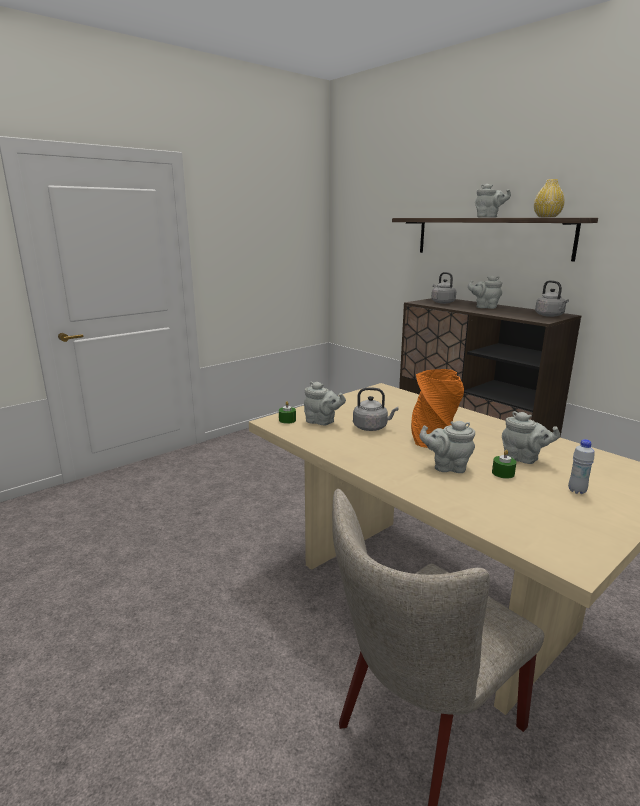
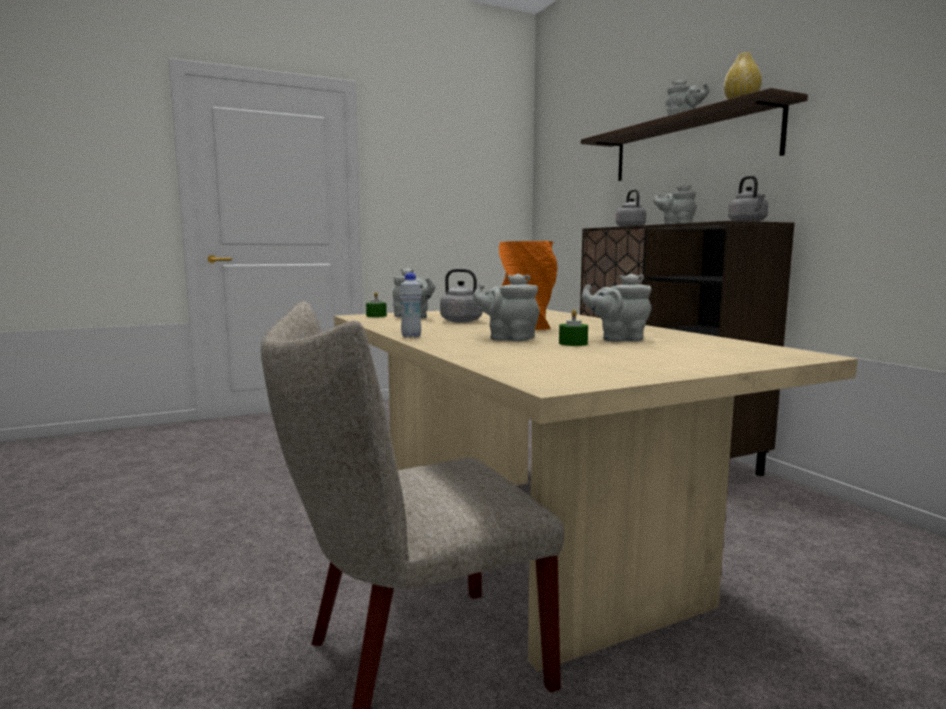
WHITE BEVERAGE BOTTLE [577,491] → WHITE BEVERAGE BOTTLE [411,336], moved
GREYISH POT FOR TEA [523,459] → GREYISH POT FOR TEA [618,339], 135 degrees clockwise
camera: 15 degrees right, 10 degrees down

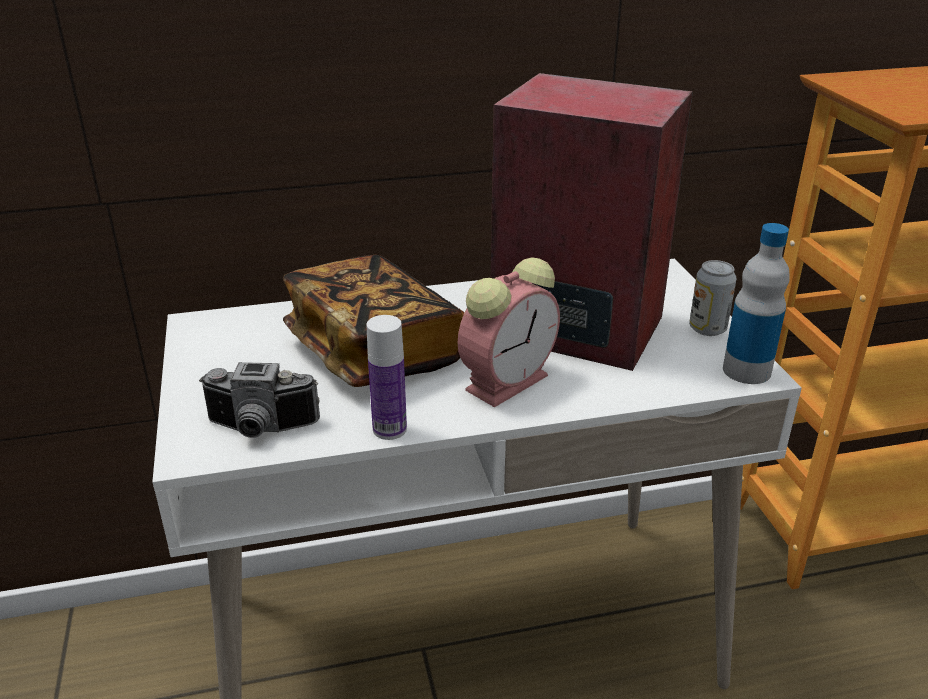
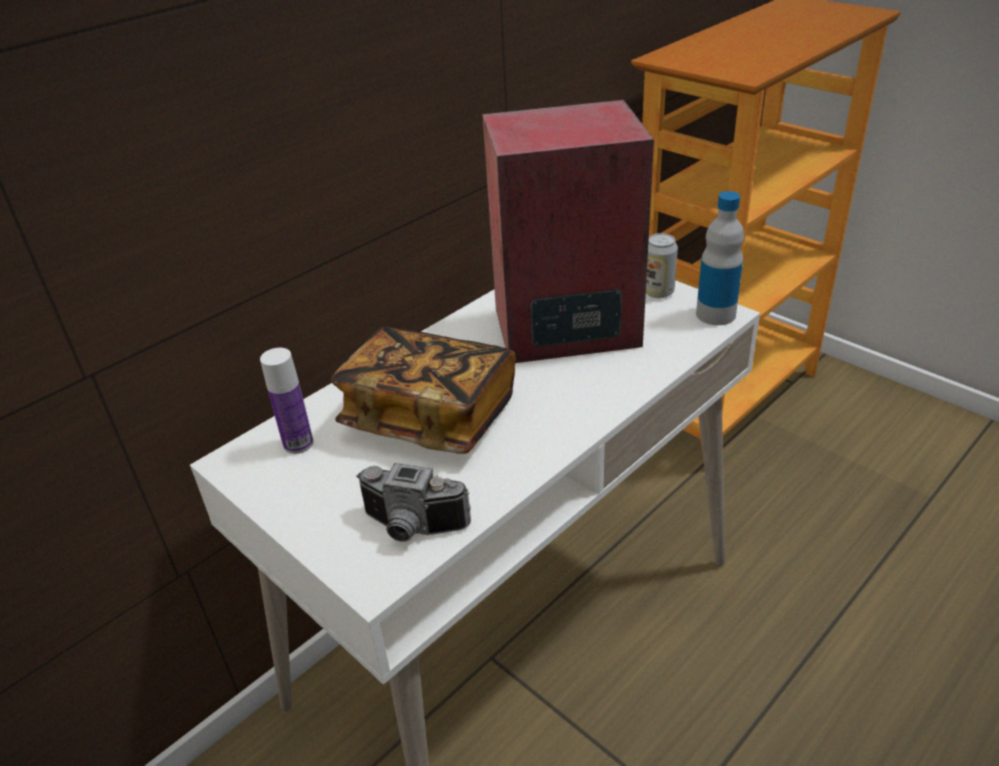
BEVERAGE BOTTLE [389,429] → BEVERAGE BOTTLE [298,444], moved
PHOTO CAMERA [260,429] → PHOTO CAMERA [411,529], 45 degrees clockwise
BEDSIDE CLOCK [508,381] → -
camera: 30 degrees left, 5 degrees up

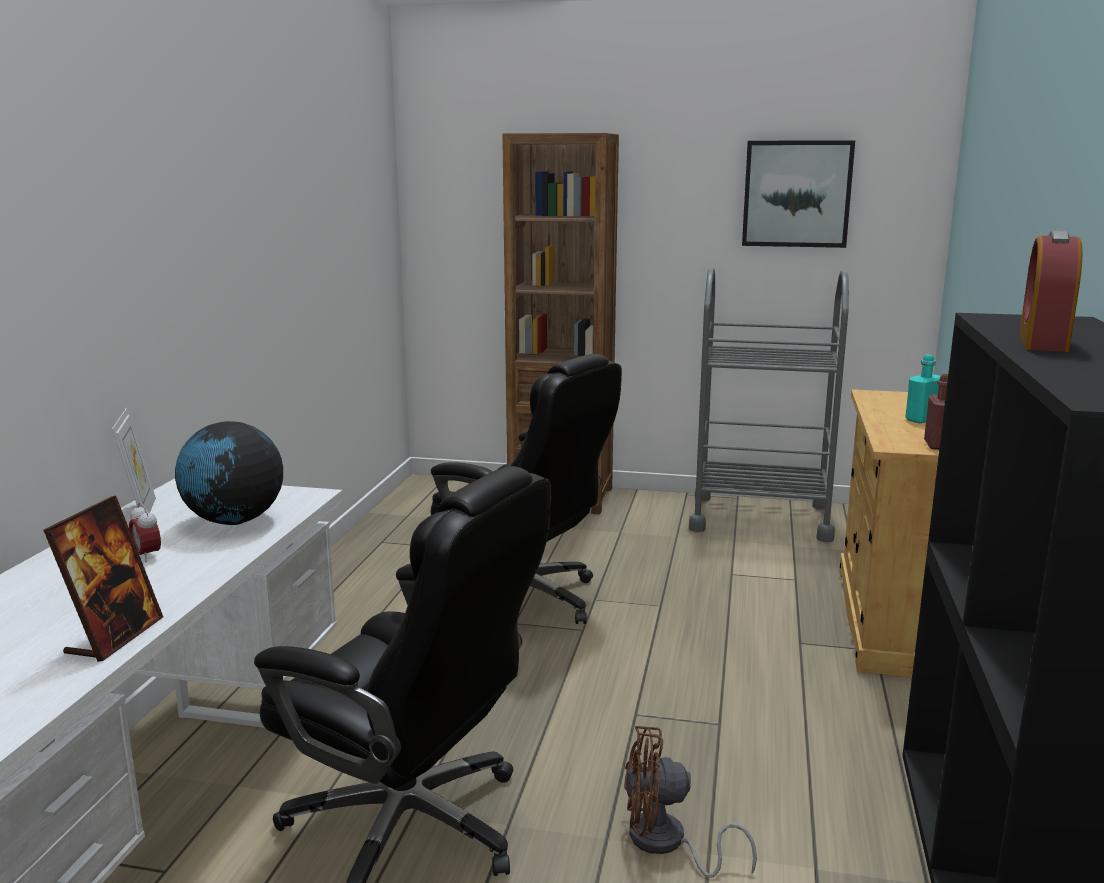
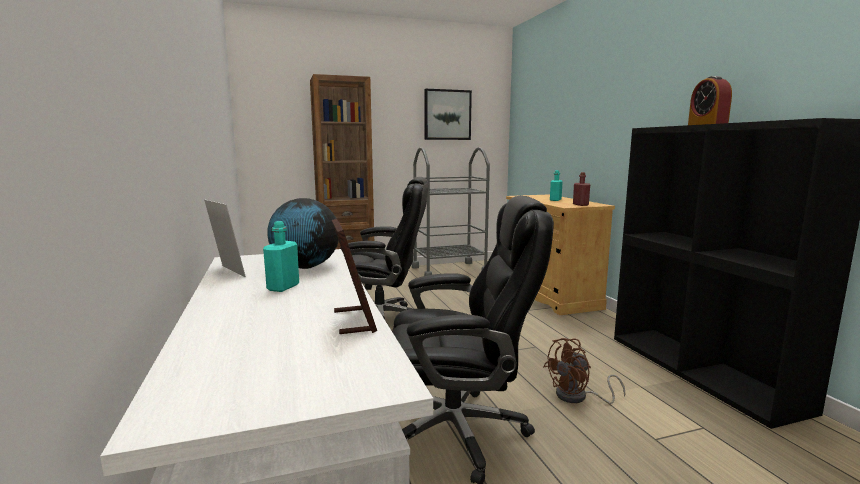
BEDSIDE CLOCK [147,556] → TURQUOISE BEVERAGE BOTTLE [283,287]
camera: 30 degrees left, 5 degrees down

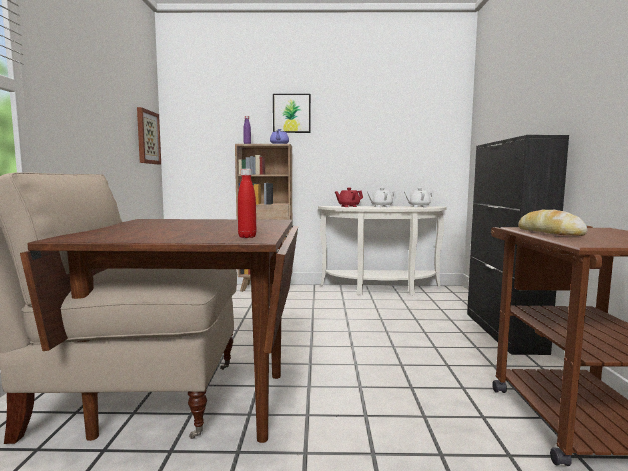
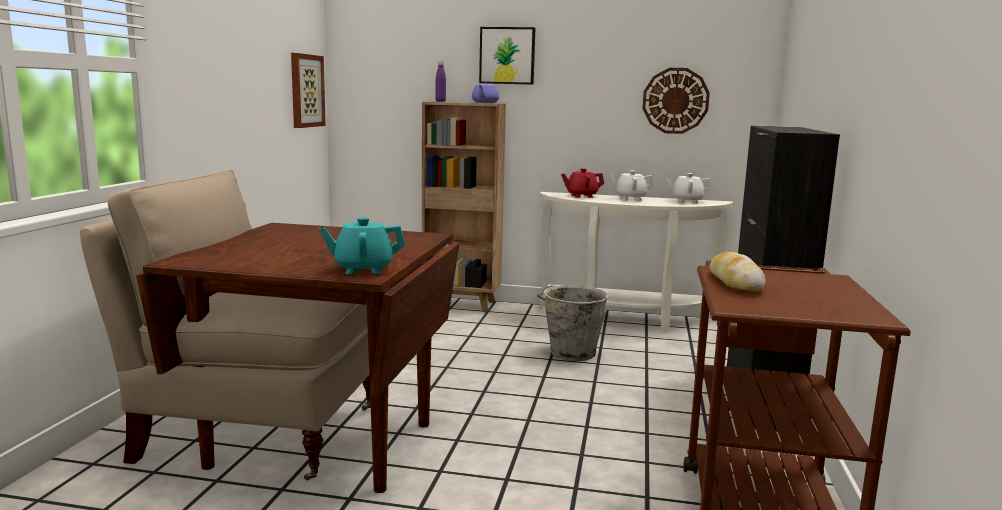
RED BEVERAGE BOTTLE [247,237] → TURQUOISE POT FOR TEA [363,269]
- → GREYISH BUCKET [570,353]
- → WALL CLOCK [675,100]
camera: 10 degrees right, 5 degrees up

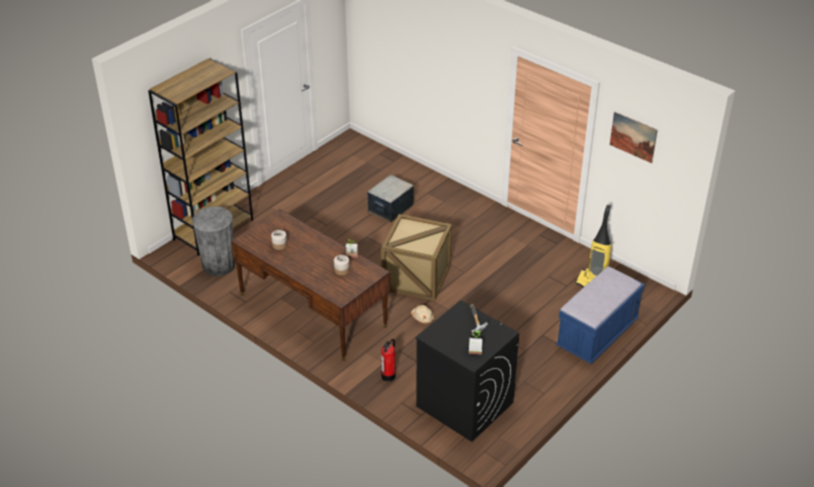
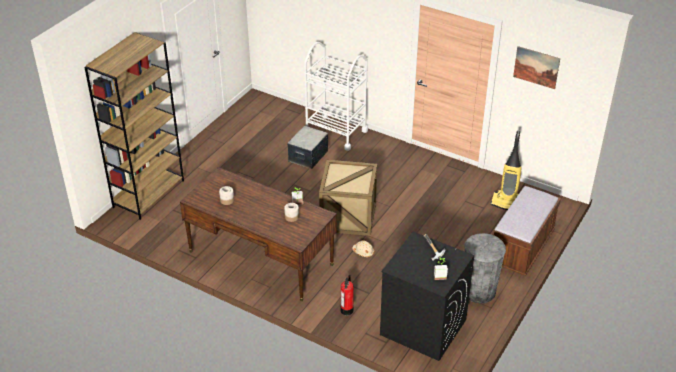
- → WHITE CART [336,132]
GREYISH WASTE BIN [218,265] → GREYISH WASTE BIN [479,291], moved
BLUE BENCH [597,335] → BROWN-COLOURED BENCH [522,248]
camera: 10 degrees left, 0 degrees up

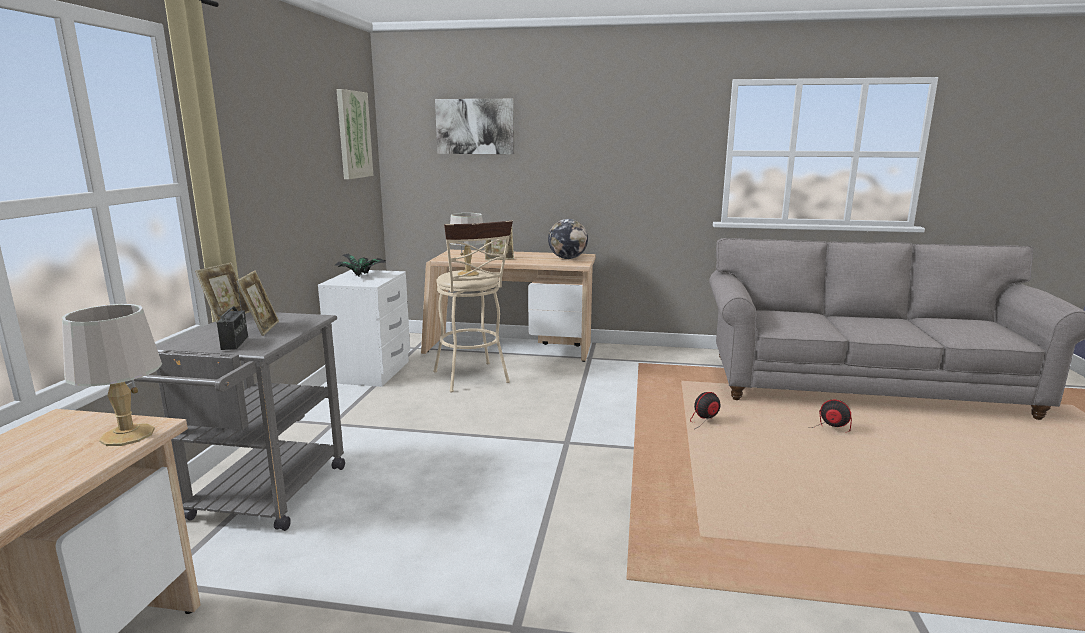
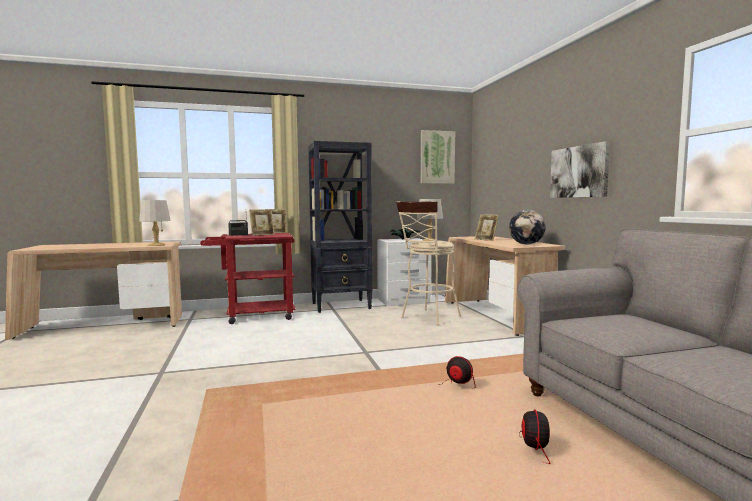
GREYISH CART [261,499] → RED CART [253,316]
- → BLACKISH BOOKCASE [341,306]
WALL PICTURE [475,126] → WALL PICTURE [579,172], moved
camera: 65 degrees right, 10 degrees down

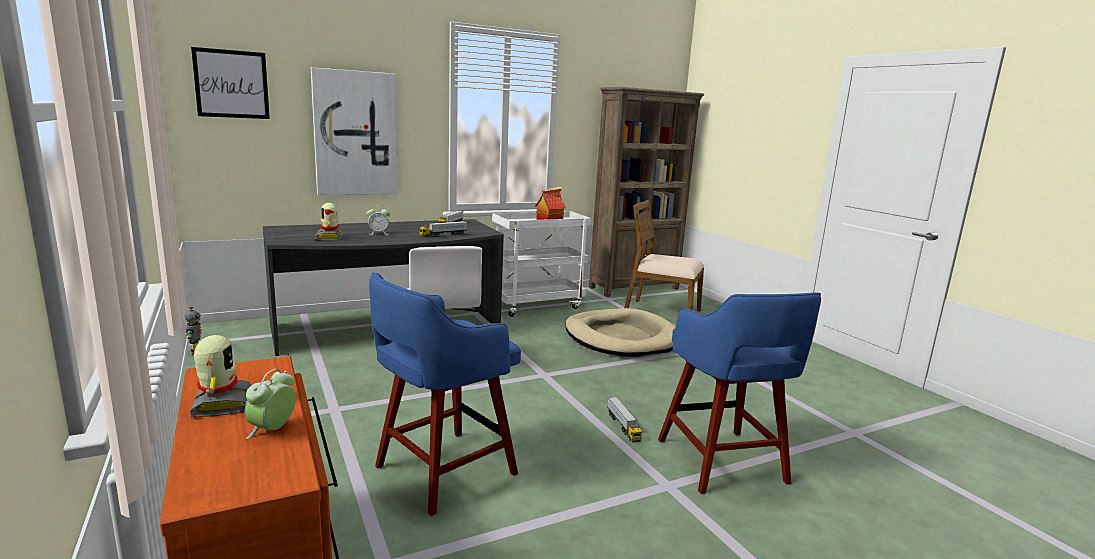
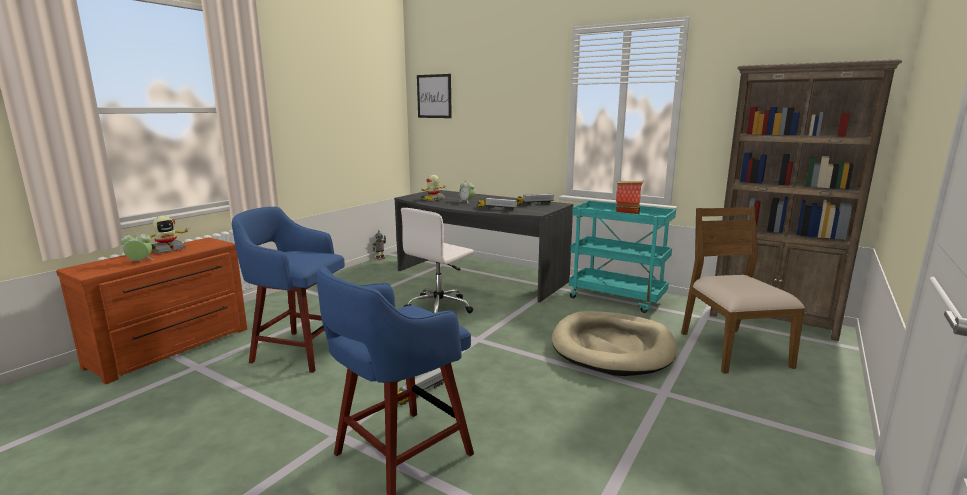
WHITE CART [537,305] → TURQUOISE CART [617,298]
WALL PICTURE [355,133] → -
camera: 60 degrees right, 0 degrees up

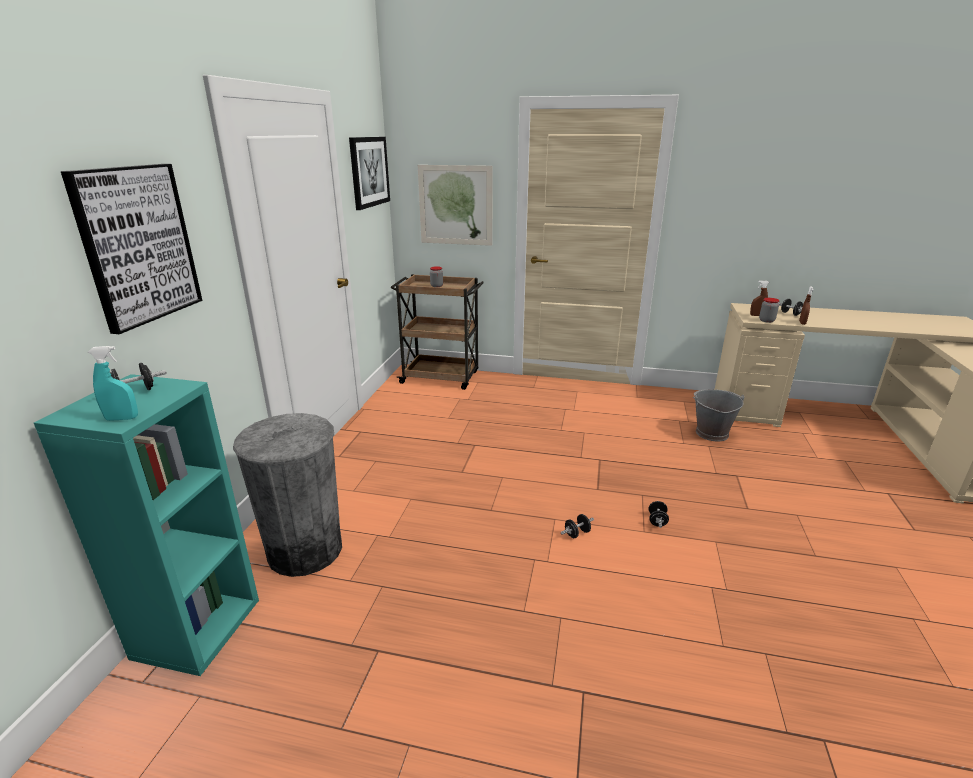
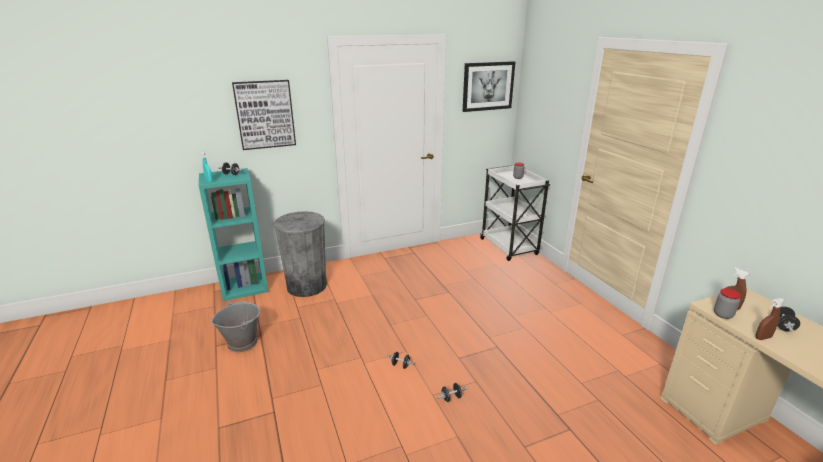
GREYISH BUCKET [711,433] → GREYISH BUCKET [242,342], moved
BROWN-COLOURED CART [441,378] → WHITE CART [509,247]
WALL PICTURE [455,205] → -
camera: 55 degrees right, 0 degrees up

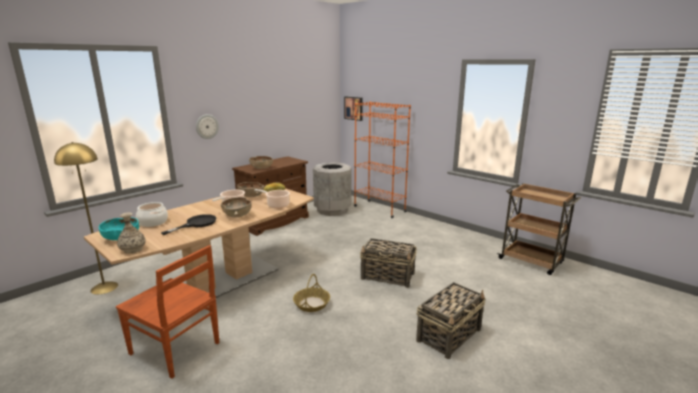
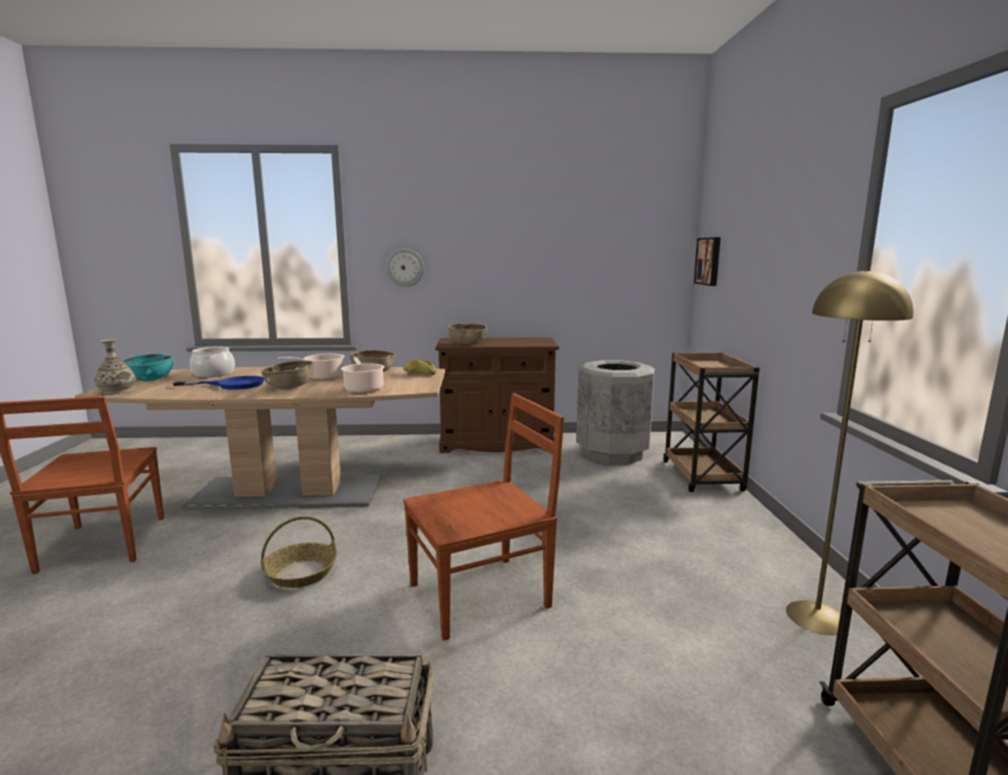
BLACKISH FRYING PAN [196,224] → BLUE FRYING PAN [232,385]
BASKET [388,276] → BROWN-COLOURED UPRIGHT CHAIR [483,594]
ORANGEY BOOKCASE [379,209] → BROWN-COLOURED CART [703,477]
YELLOWISH STANDARD LAMP [104,287] → YELLOWISH STANDARD LAMP [816,616], moved
camera: 45 degrees right, 5 degrees down

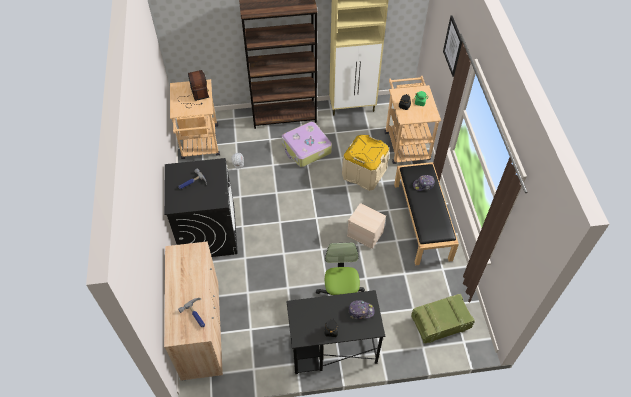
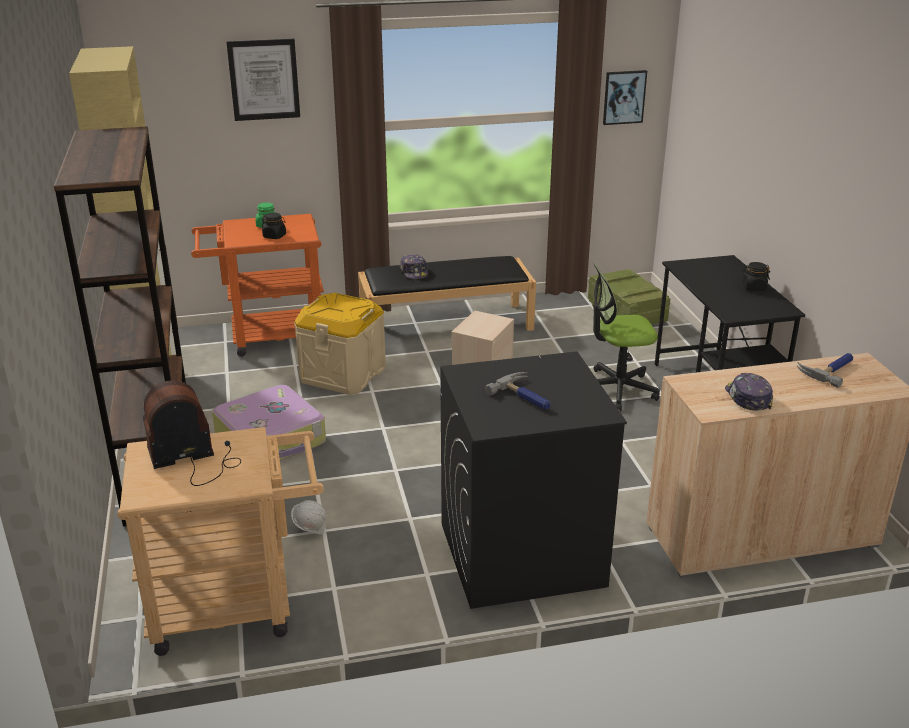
BEIGE-COLOURED CART [405,142] → ORANGEY CART [268,337]
- → WALL PICTURE [624,97]
PEAKED CAP [361,311] → PEAKED CAP [747,398], moved
camera: 95 degrees left, 25 degrees down

